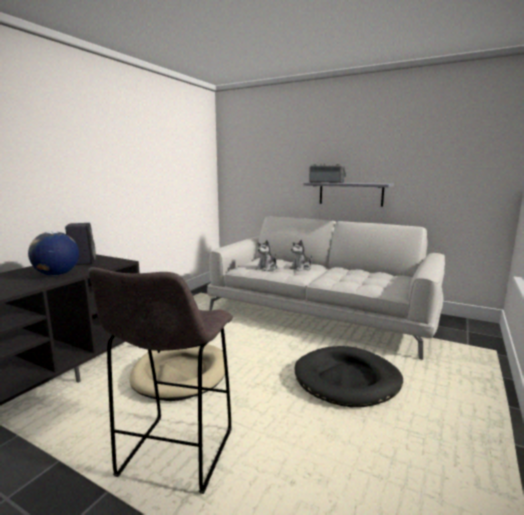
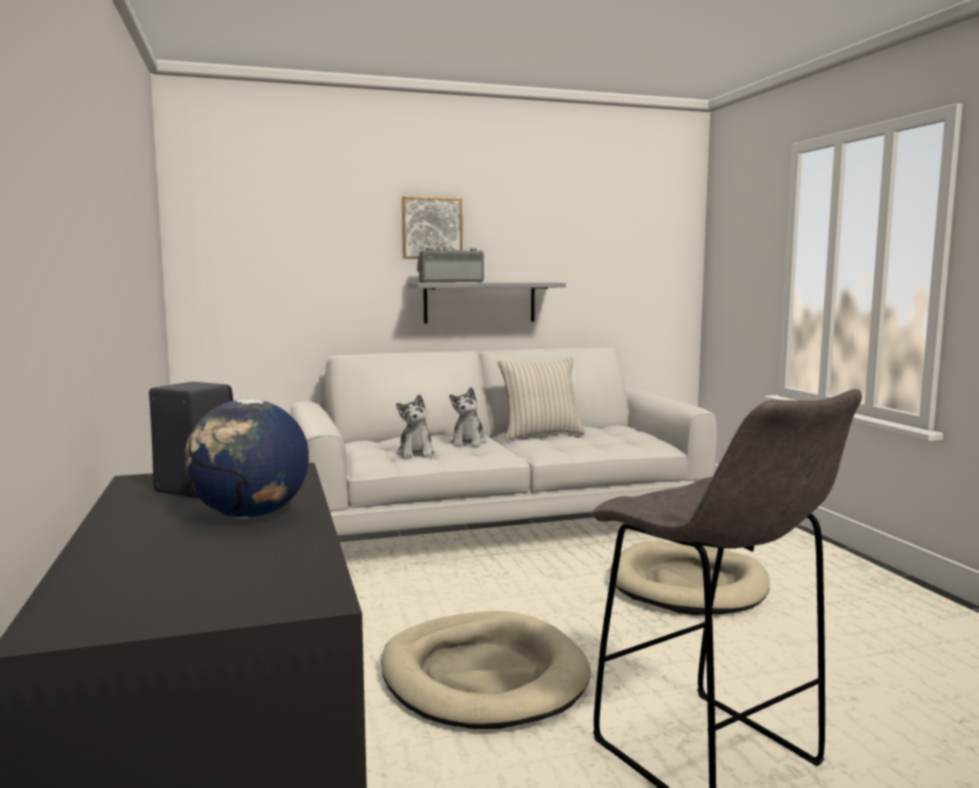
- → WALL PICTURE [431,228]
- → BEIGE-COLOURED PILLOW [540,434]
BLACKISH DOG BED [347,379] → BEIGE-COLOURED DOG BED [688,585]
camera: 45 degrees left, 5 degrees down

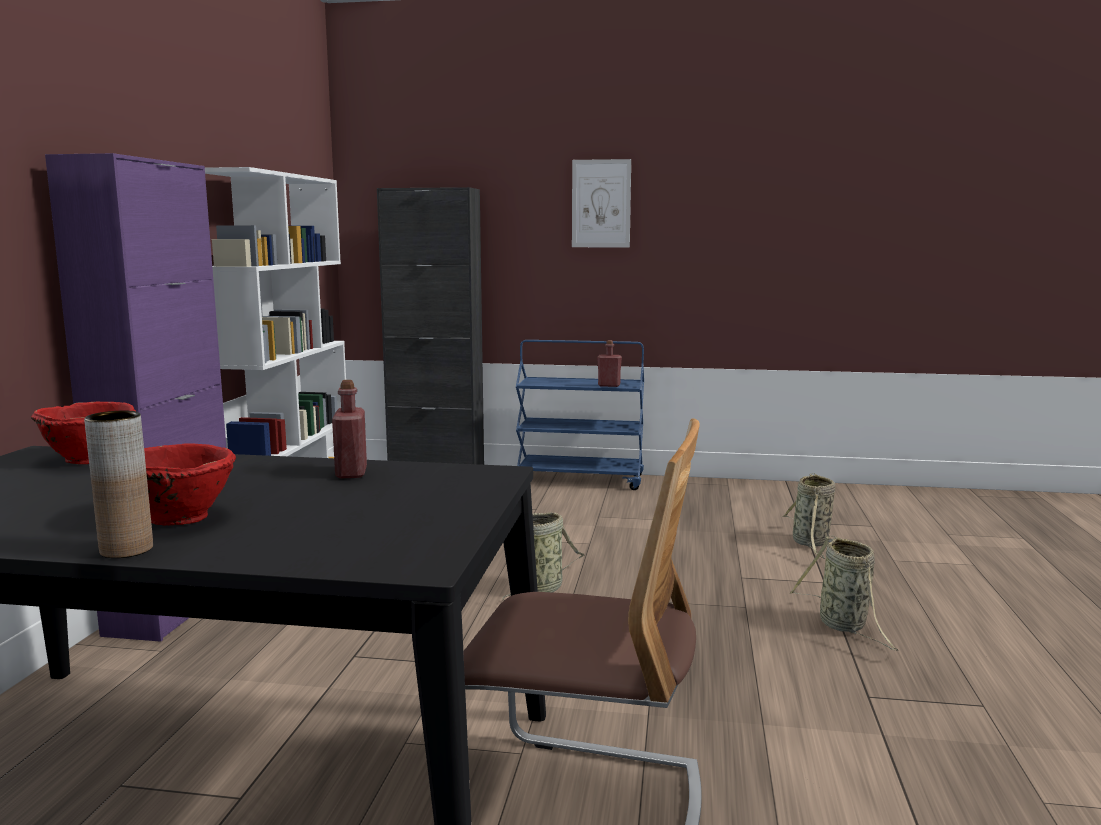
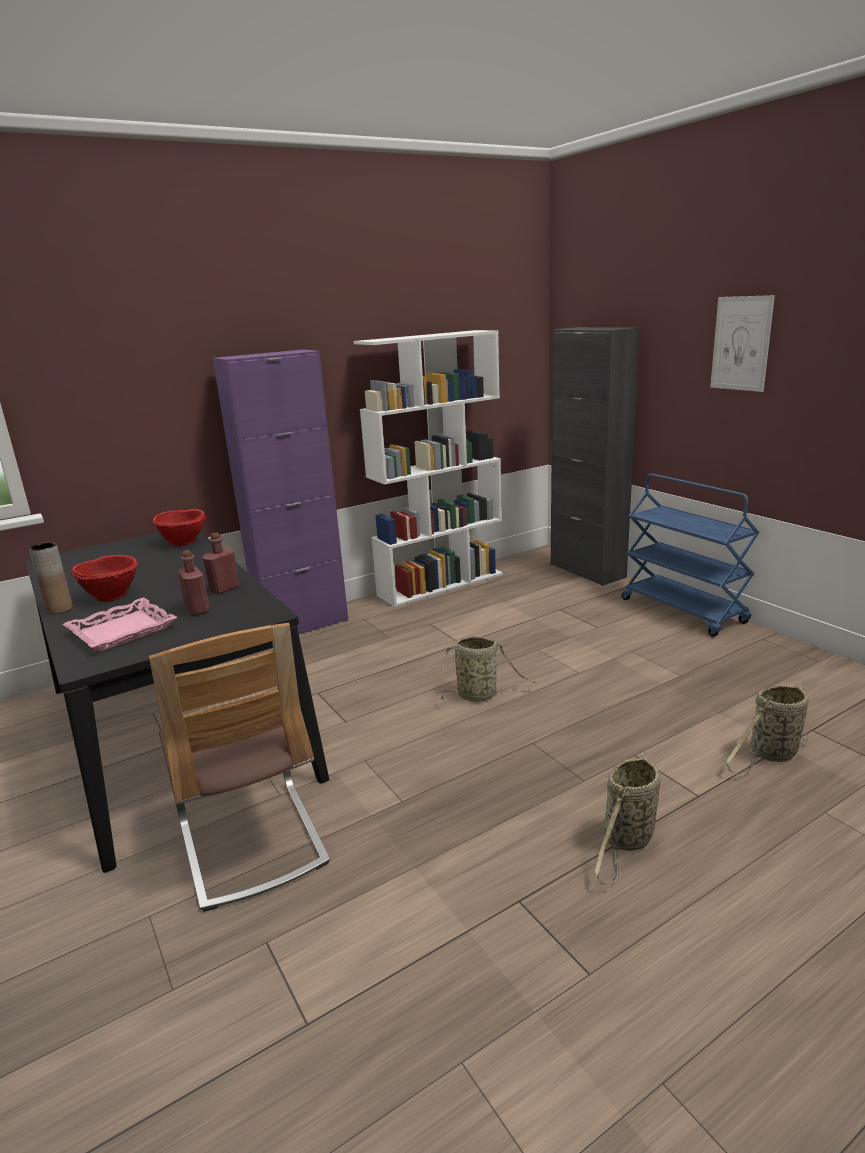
- → PINK-COLOURED TRAY [122,631]
RED BEVERAGE BOTTLE [609,385] → RED BEVERAGE BOTTLE [197,610], moved
camera: 50 degrees right, 10 degrees up

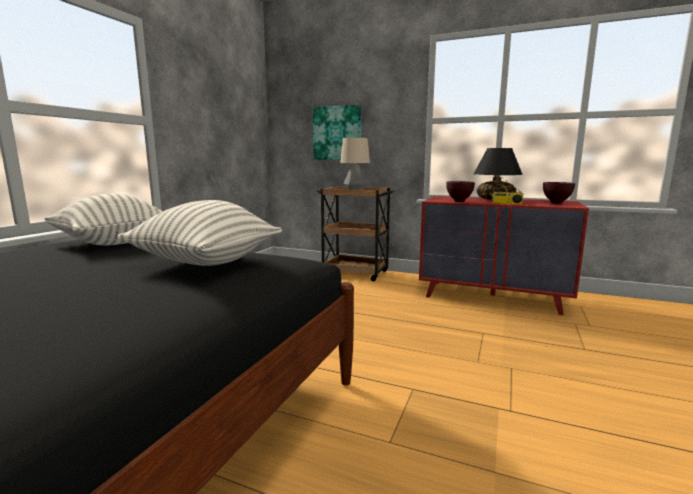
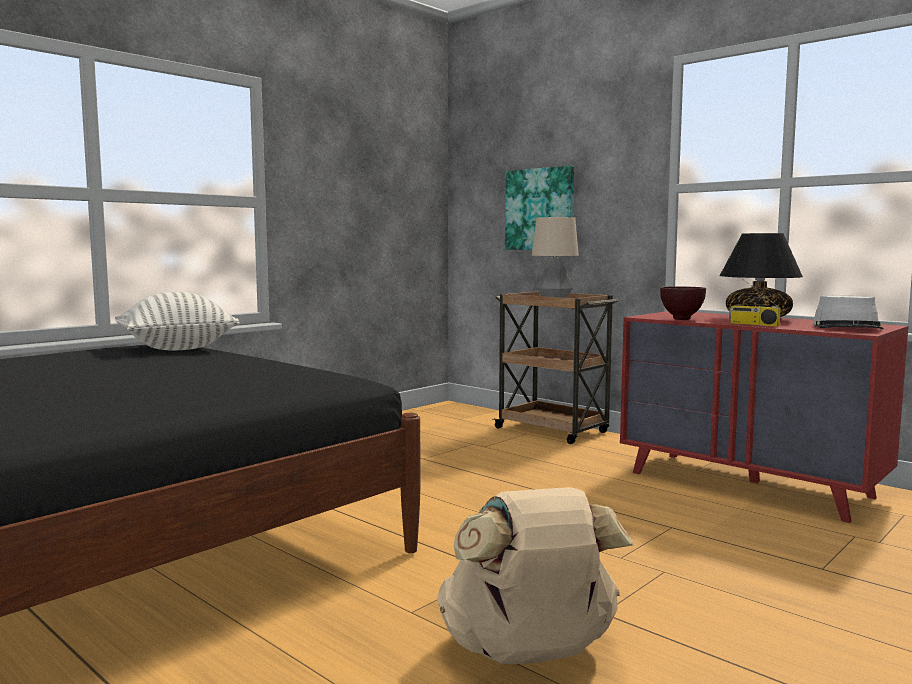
- → BEIGE-COLOURED BACKPACK [530,654]
BROWN-COLOURED BOWL [556,203] → GREYISH WEARABLE HAT [847,327]
PILLOW [206,264] → -
camera: 20 degrees right, 5 degrees down

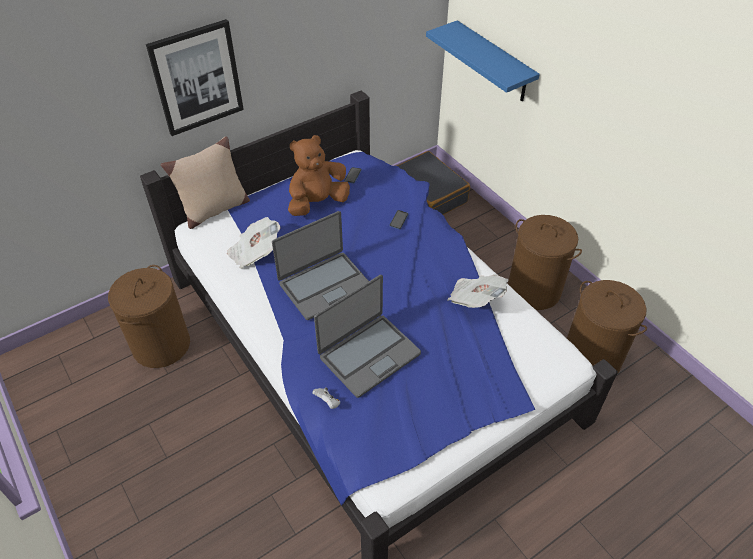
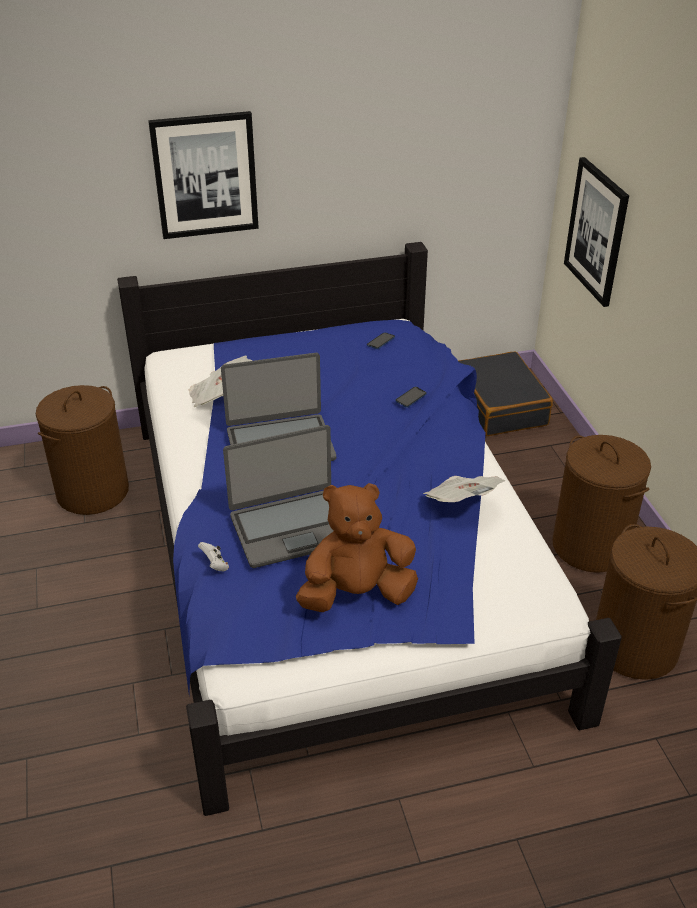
BROWN-COLOURED SOFT TOY [317,203] → BROWN-COLOURED SOFT TOY [357,594], moved
BLUE SHELF [494,62] → WALL PICTURE [596,231]
BEIGE-COLOURED PILLOW [214,210] → -
camera: 20 degrees right, 10 degrees down

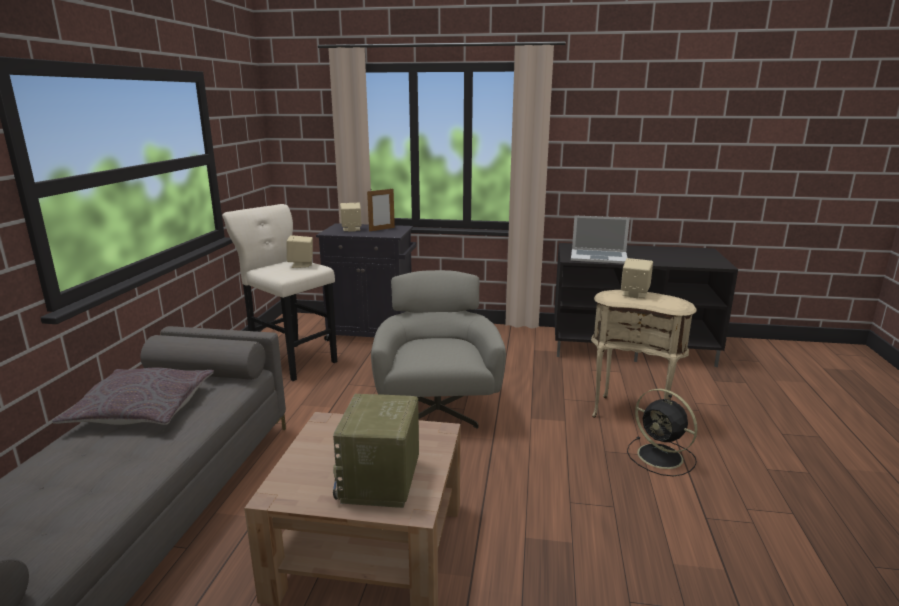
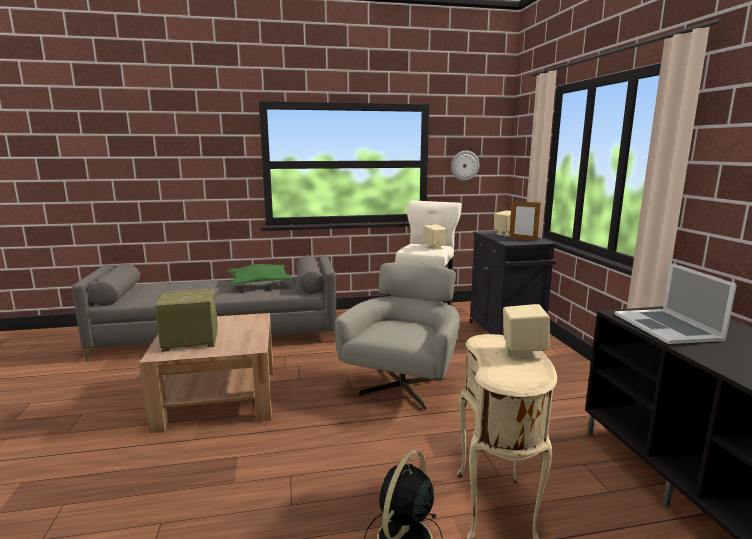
GREYISH PILLOW [142,409] → GREEN-COLOURED PILLOW [259,283]
GREYISH LOUNGE CHAIR [437,408] → GREYISH LOUNGE CHAIR [403,385], 45 degrees counterclockwise
- → WALL CLOCK [464,165]
camera: 70 degrees right, 5 degrees down

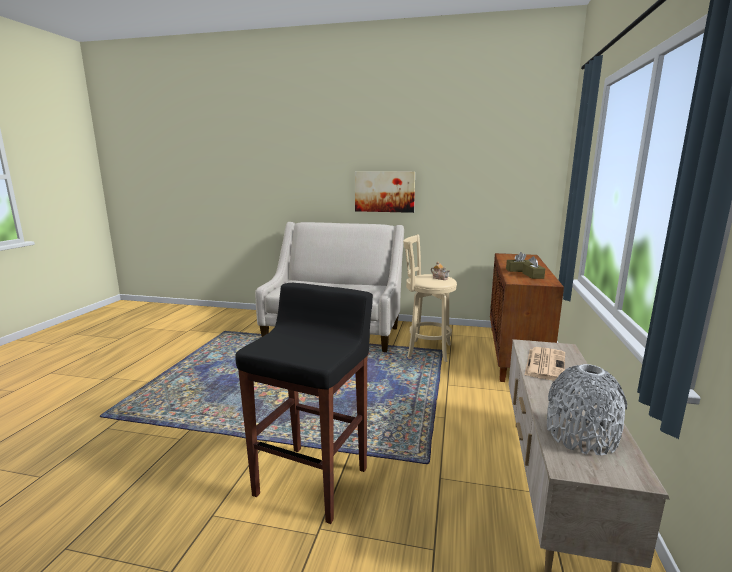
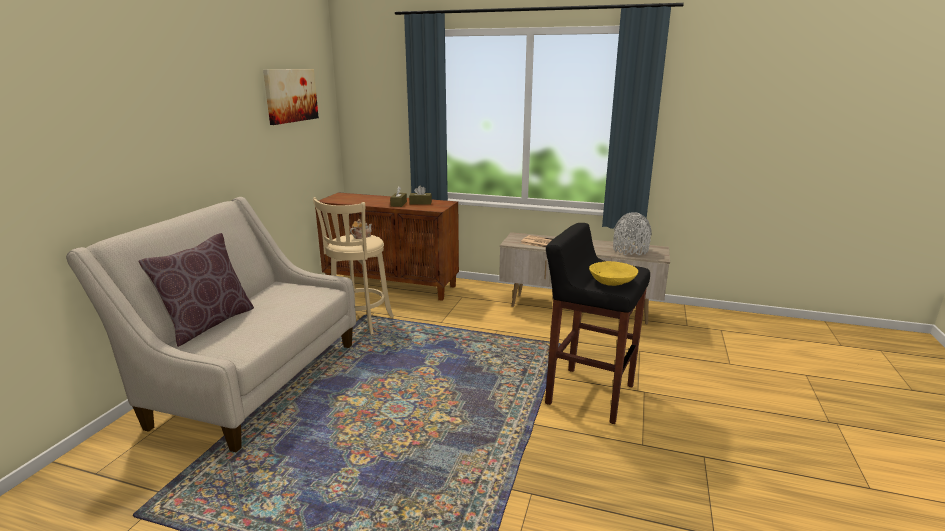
- → BROWN-COLOURED PILLOW [208,324]
WALL PICTURE [384,191] → WALL PICTURE [290,95], moved
- → YELLOWISH BOWL [612,282]
camera: 85 degrees left, 5 degrees up

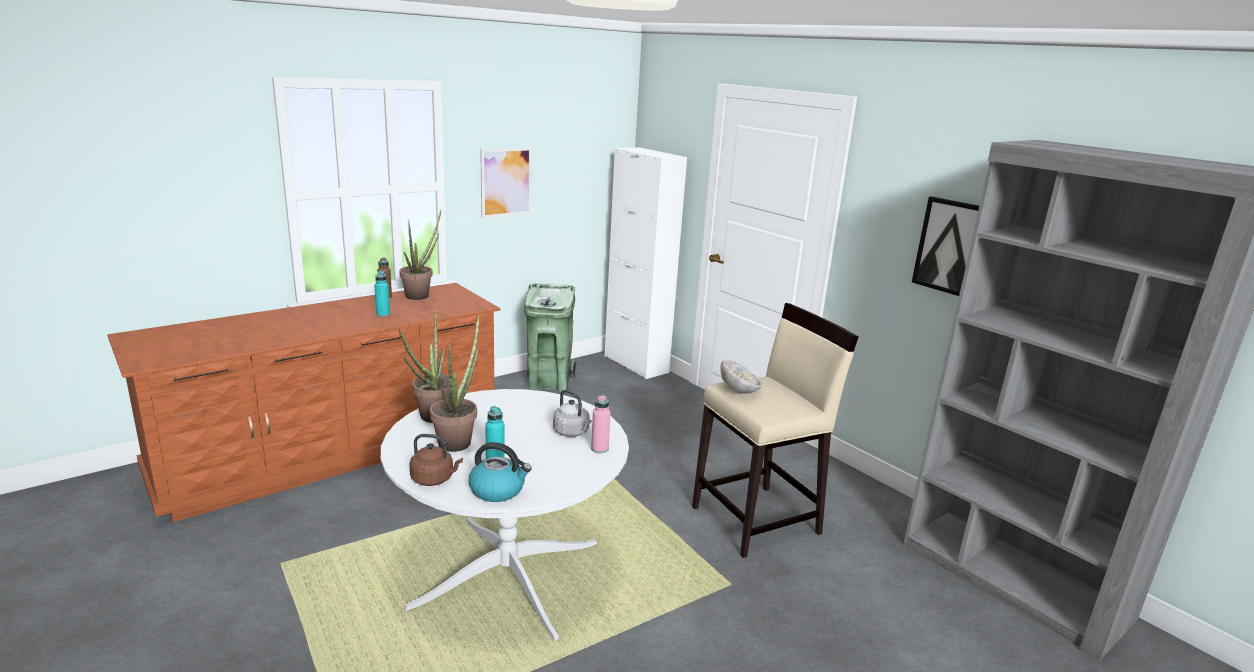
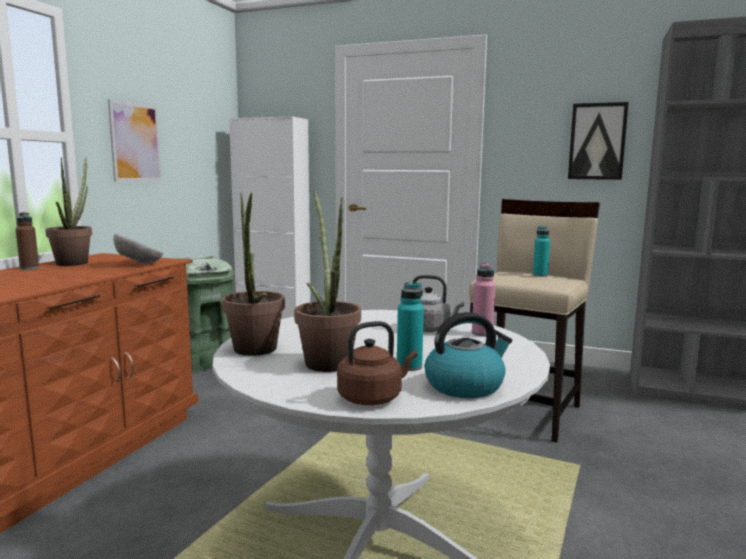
BOWL [739,390] → BOWL [139,264], moved
TURQUOISE BEVERAGE BOTTLE [383,314] → TURQUOISE BEVERAGE BOTTLE [540,275], moved
camera: 30 degrees left, 10 degrees down

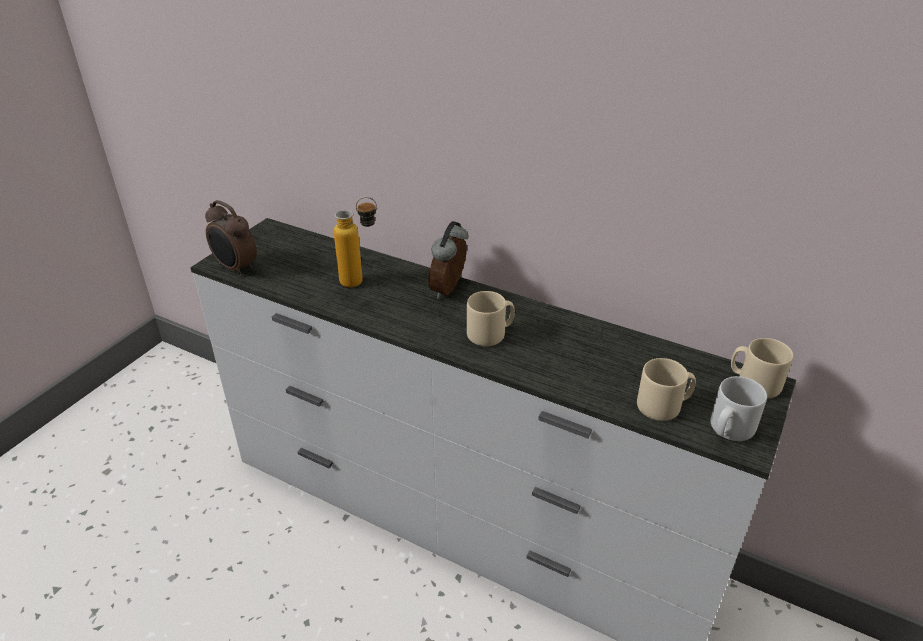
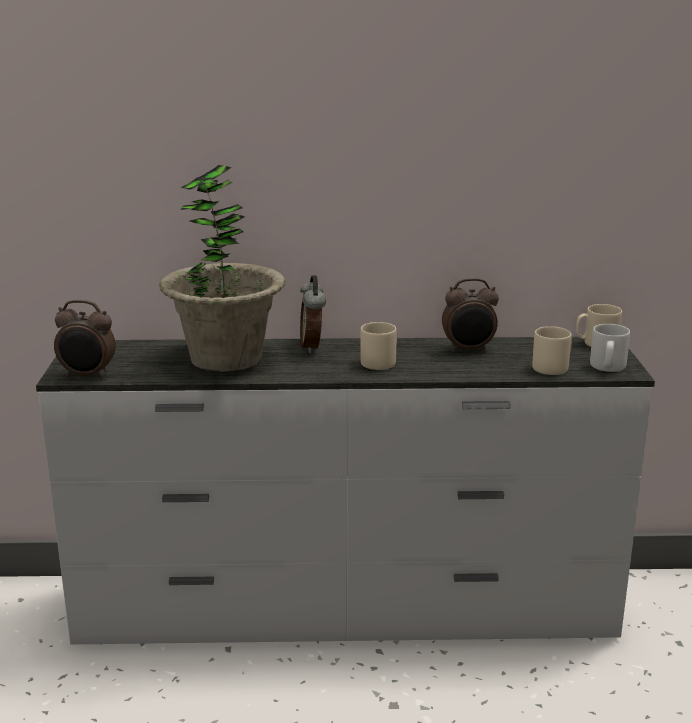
BEVERAGE BOTTLE [361,281] → HOUSEPLANT [226,358]
- → BEDSIDE CLOCK [468,350]
camera: 30 degrees left, 15 degrees down

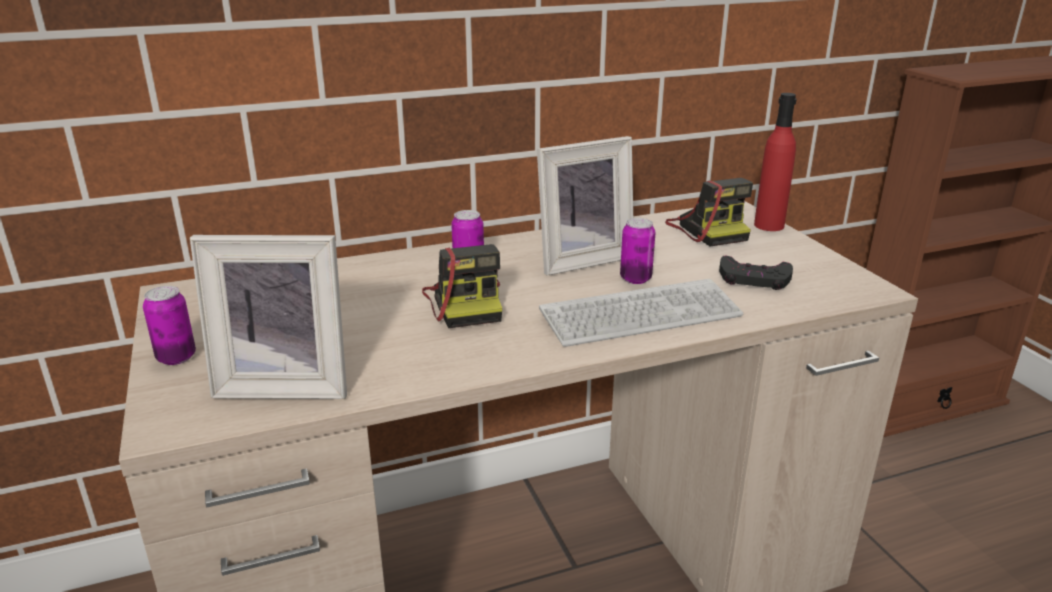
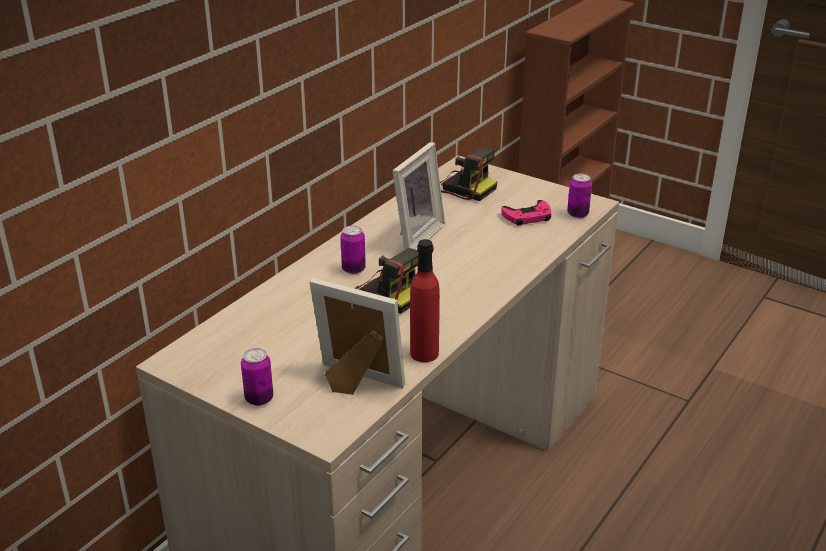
STANDING FRAME [286,383] → STANDING FRAME [355,384], 120 degrees counterclockwise
RED BEVERAGE BOTTLE [769,225] → RED BEVERAGE BOTTLE [424,353], moved
BLACKISH GAME CONTROLLER [754,279] → PINK-COLOURED GAME CONTROLLER [527,217]
CAN [635,279] → CAN [577,214], moved
PC KEYBOARD [640,315] → -
camera: 35 degrees left, 5 degrees up

